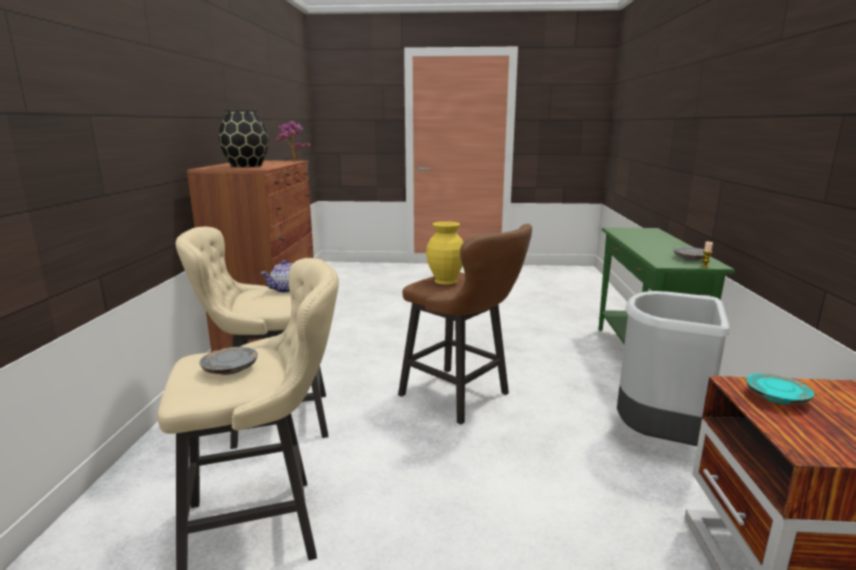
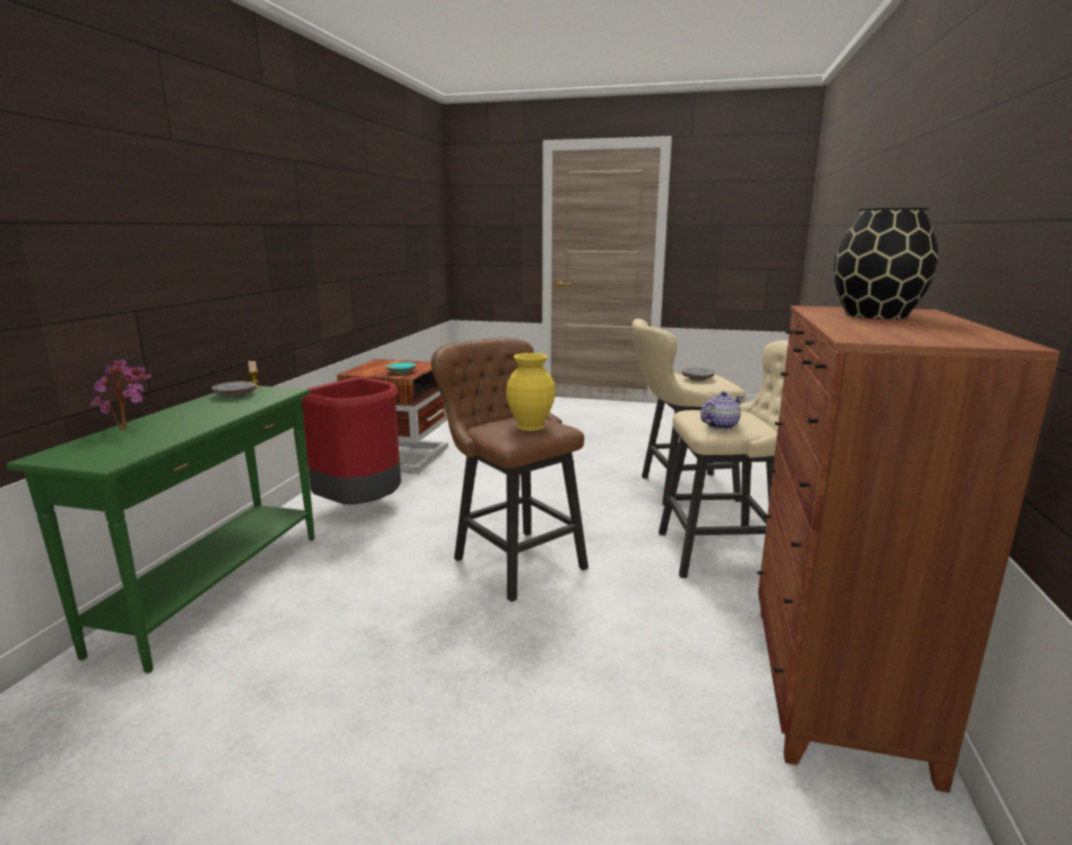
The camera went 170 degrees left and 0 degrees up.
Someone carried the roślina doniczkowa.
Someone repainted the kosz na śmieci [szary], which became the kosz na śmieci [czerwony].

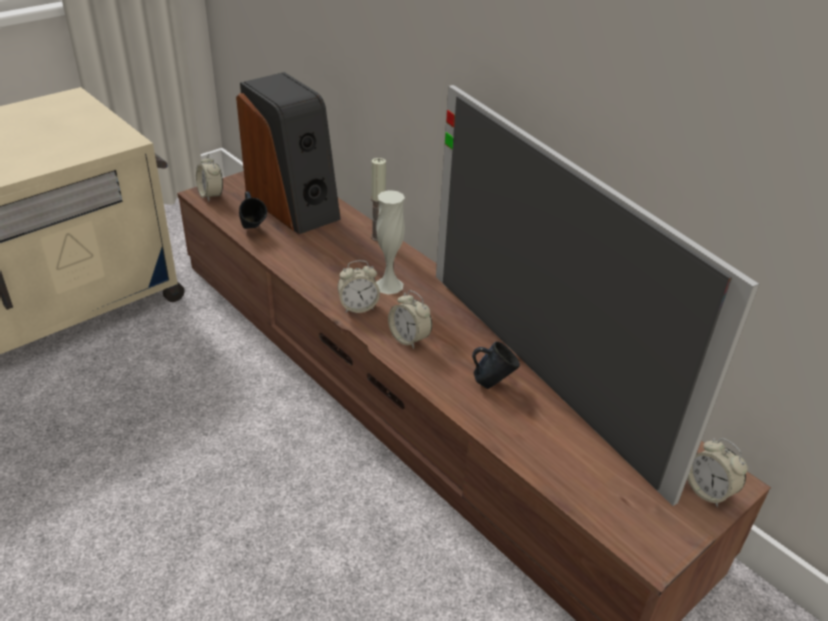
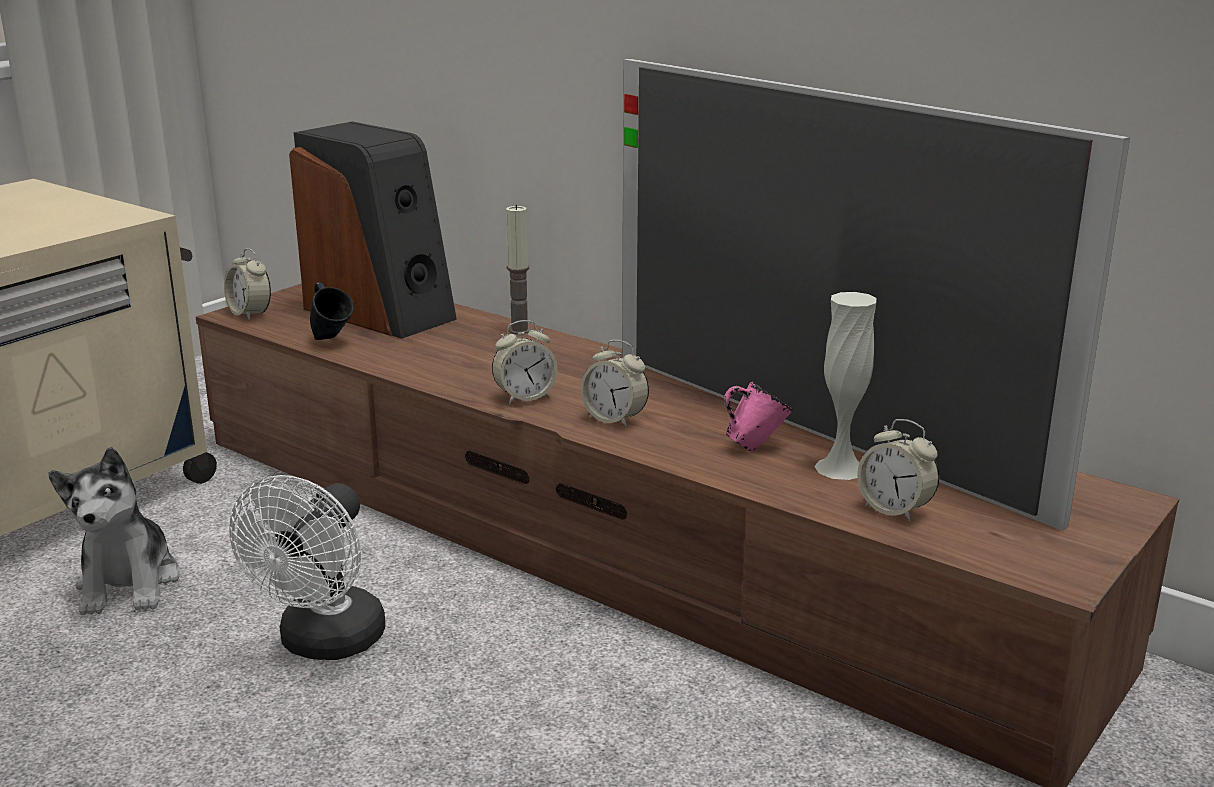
The camera went 10 degrees left and 15 degrees down.
Someone carried the wazon [biały].
Someone repainted the kubek [niebieski] (no. 2 from left), which became the kubek [różowy].
Someone carried the budzik (no. 4 from left).
Someone put down the pluszak.
Someone put down the wentylator [biały].

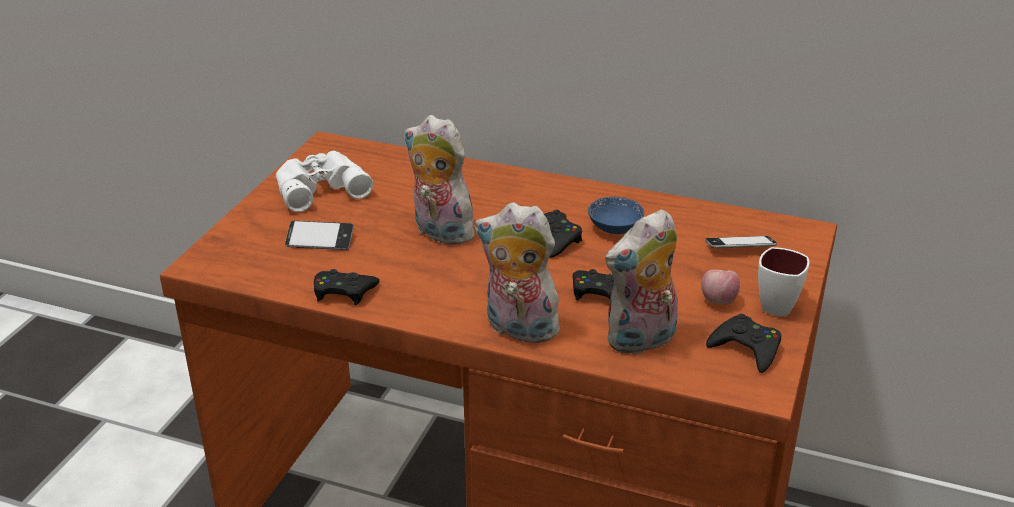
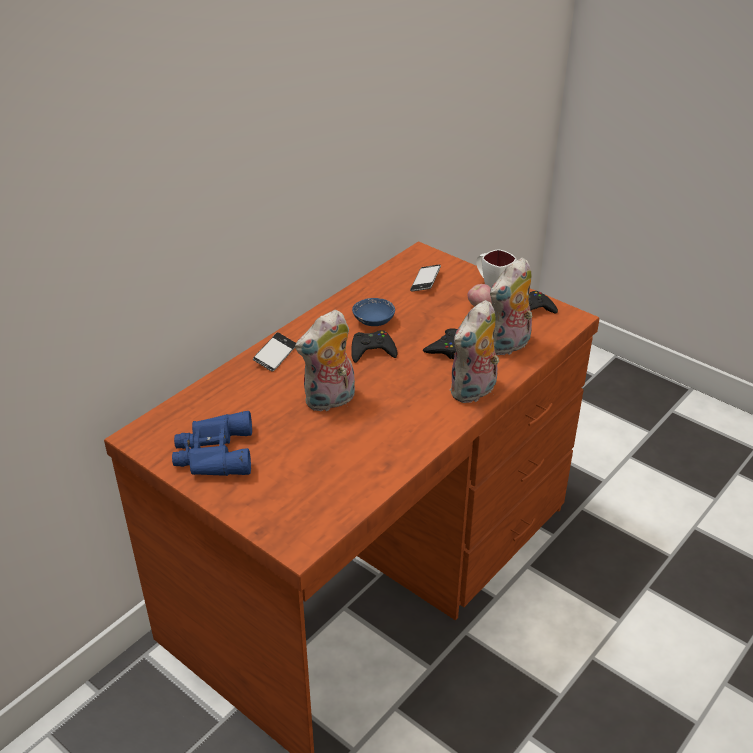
The camera went 70 degrees left and 5 degrees up.
Someone repainted the lornetka [biały], which became the lornetka [niebieski].
Someone rotated the pluszak (no. 3 from left) by 60 degrees clockwise.
Someone carried the telefon (no. 1 from left).
Someone took away the pad do gier [czarny] (no. 1 from left).

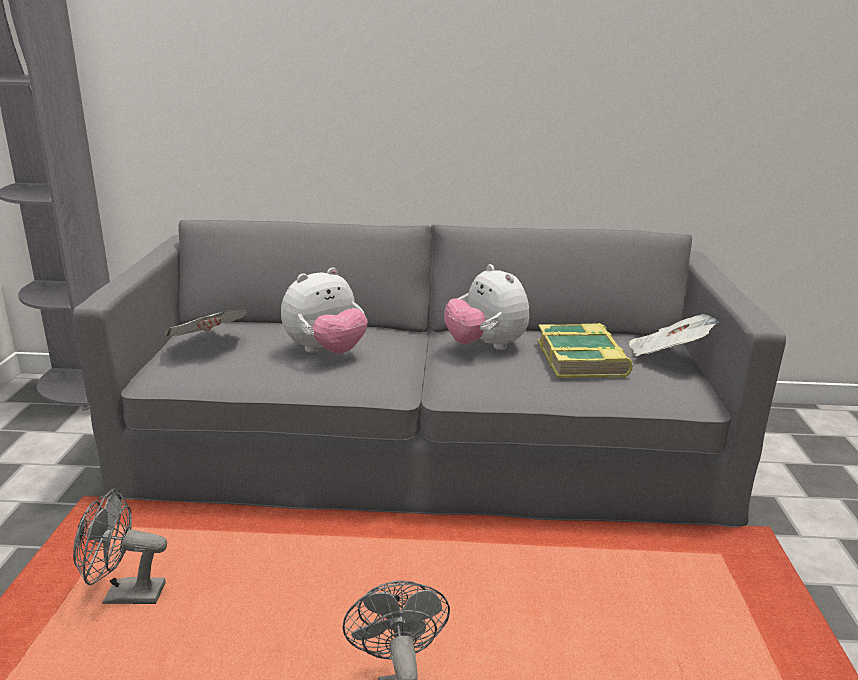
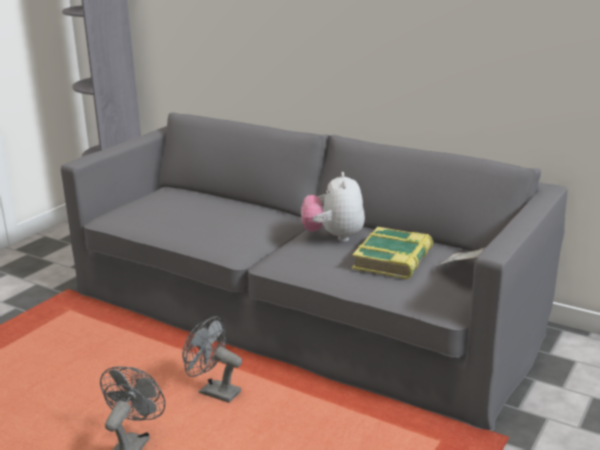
The camera went 30 degrees right and 0 degrees up.
Someone took away the pluszak (no. 1 from left).
Someone took away the gazeta (no. 1 from left).
Someone carried the wentylator [szary] (no. 1 from left in the first image).

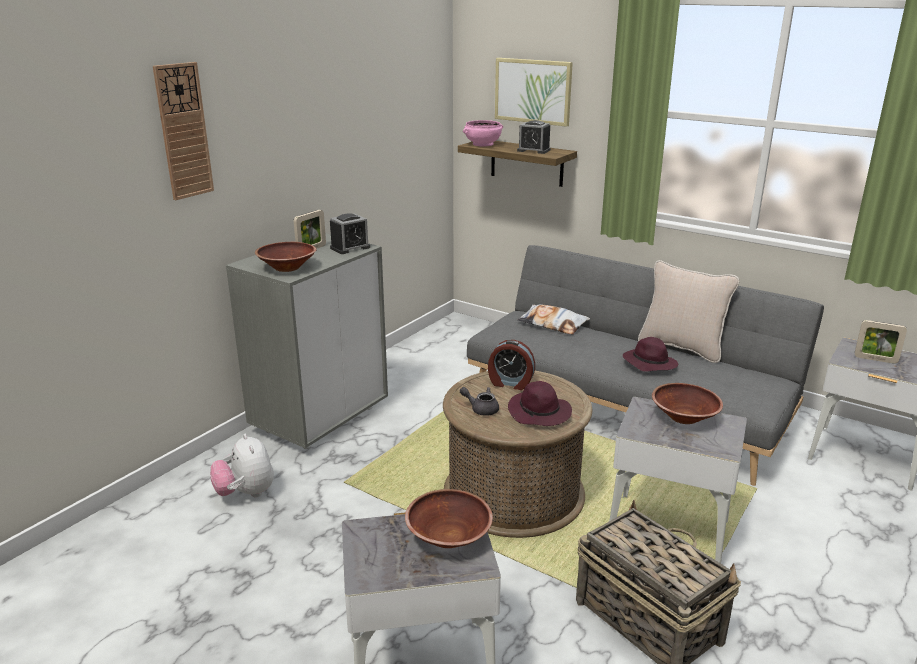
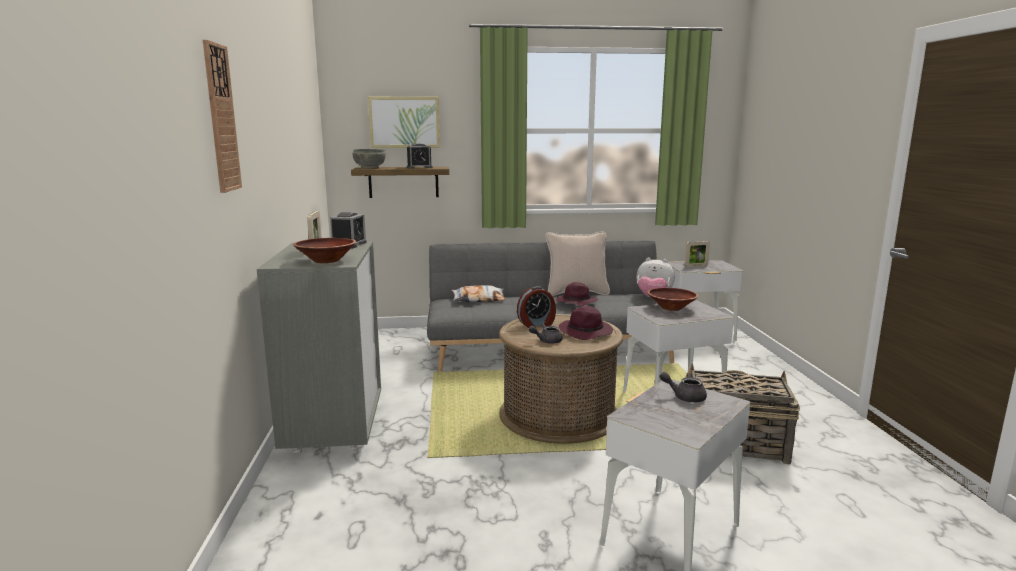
The camera went 40 degrees left and 10 degrees down.
Someone repainted the miska [różowy], which became the miska [szary].
Someone carried the pluszak.
Someone swapped the miska [brązowy] (no. 2 from left) for the imbryk [szary] (no. 2 from left).

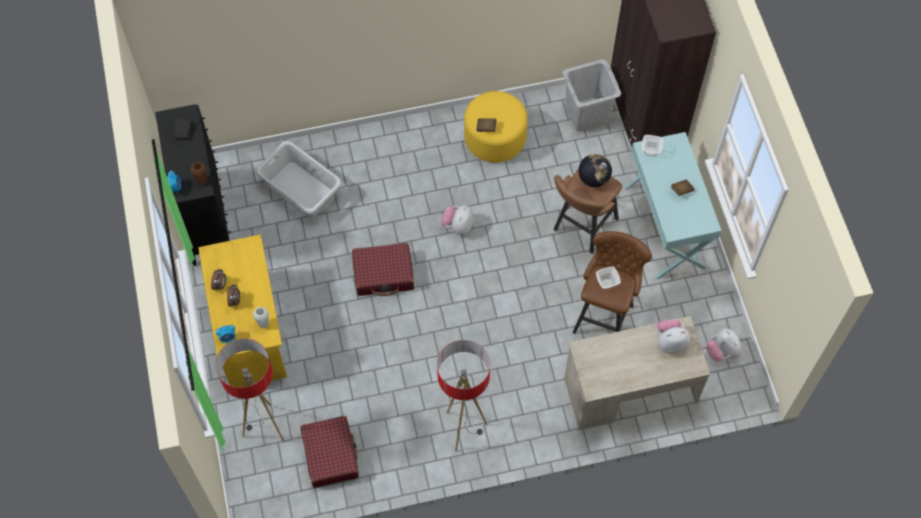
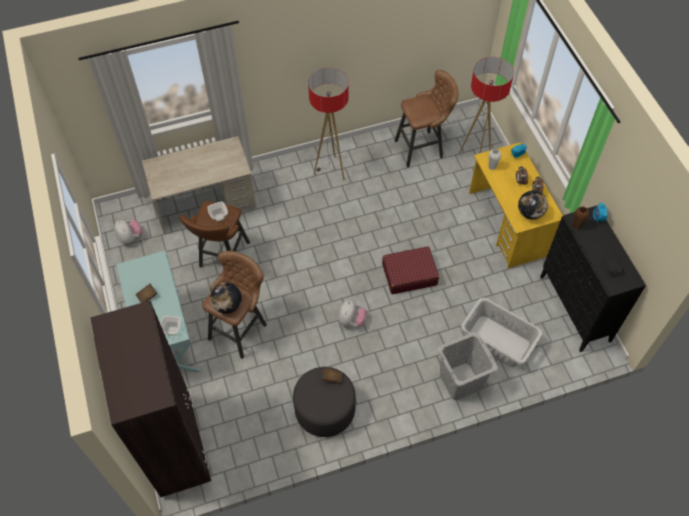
The camera went 175 degrees right and 5 degrees down.
Someone carried the kosz na pranie [szary] (no. 2 from left in the first image).
Someone repainted the pufa [żółty], which became the pufa [szary].
Someone took away the pluszak (no. 2 from left).
Someone swapped the walizka [czerwony] (no. 1 from left) for the stołek [brązowy] (no. 3 from left).
Someone put down the globus (no. 2 from left).

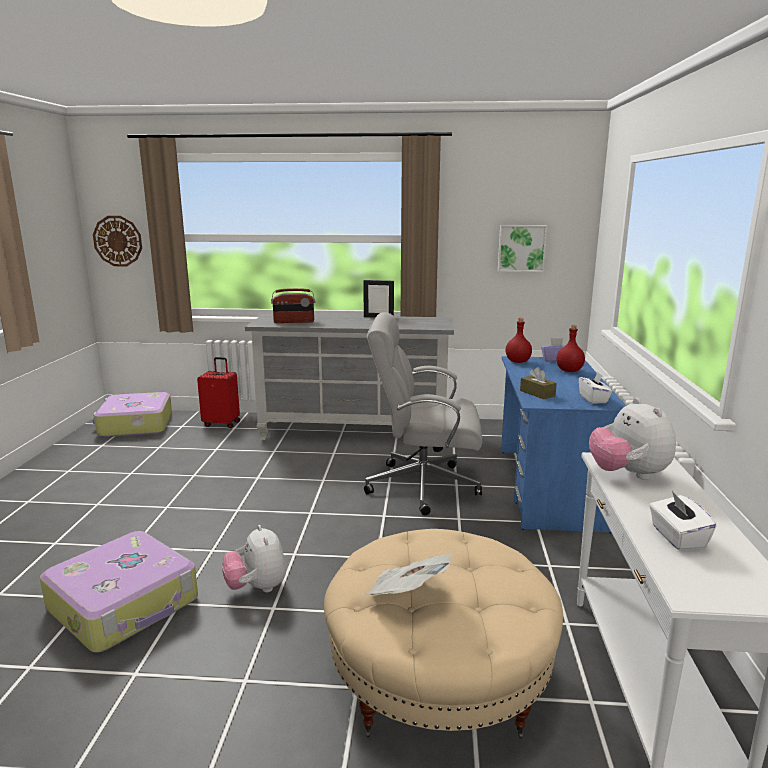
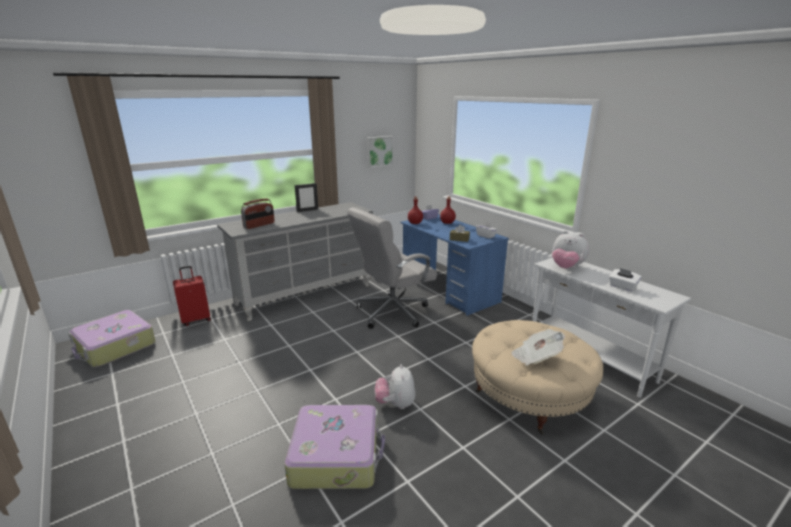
The camera went 40 degrees left and 5 degrees up.
Someone took away the zegar ścienny.
Someone rotated the pluszak (no. 1 from left) by 60 degrees clockwise.

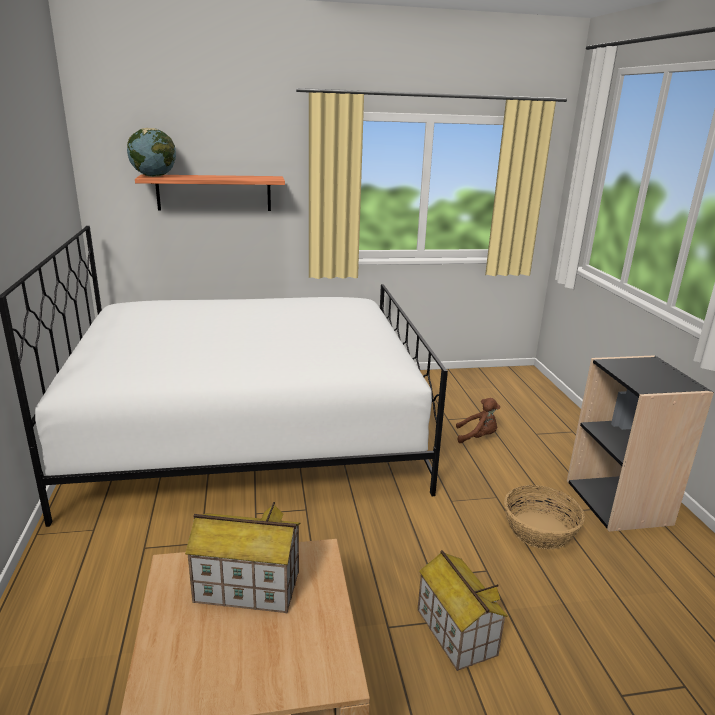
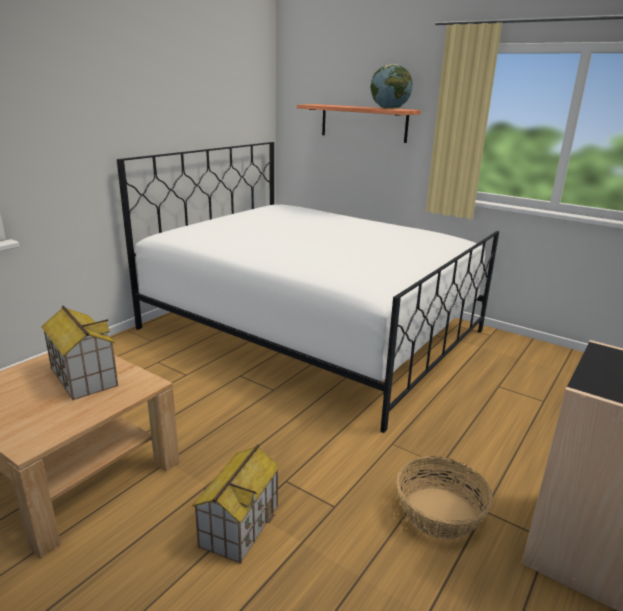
The camera went 45 degrees right and 0 degrees up.
Someone carried the globus.
Someone took away the pluszak [brązowy].

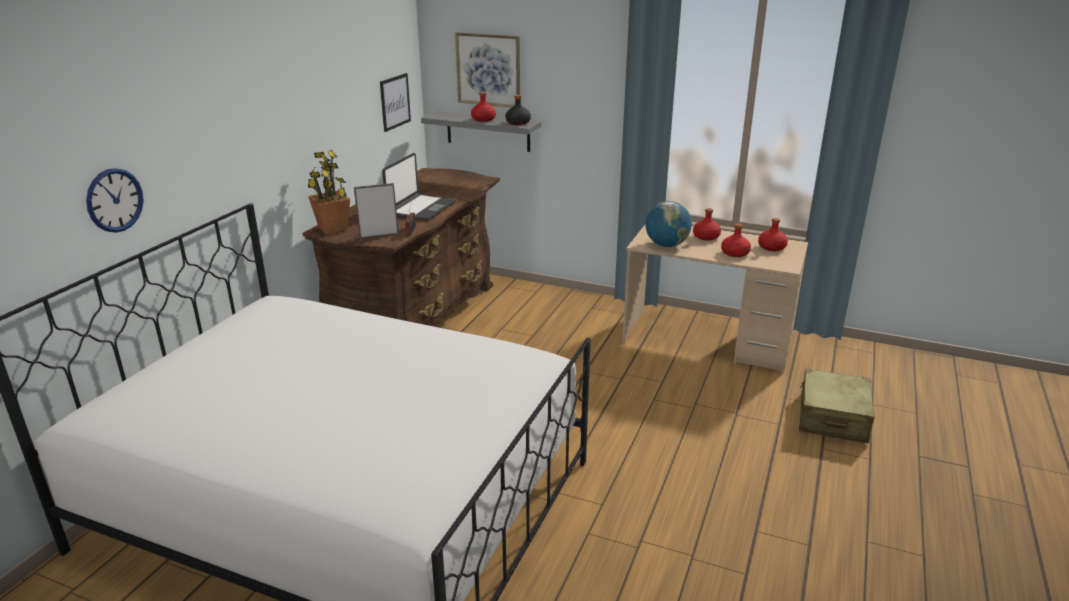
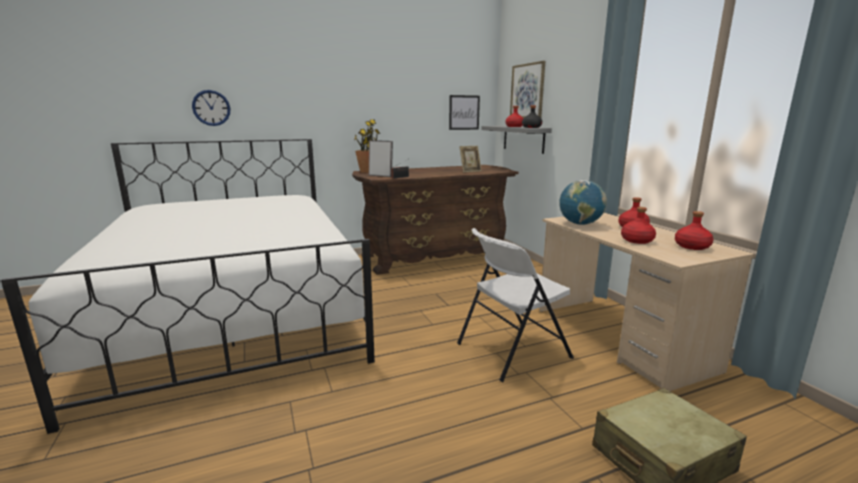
The camera went 45 degrees right and 10 degrees down.
Someone took away the laptop.
Someone put down the ramka na zdjęcie (no. 2 from left).
Someone put down the krzesło [biały].

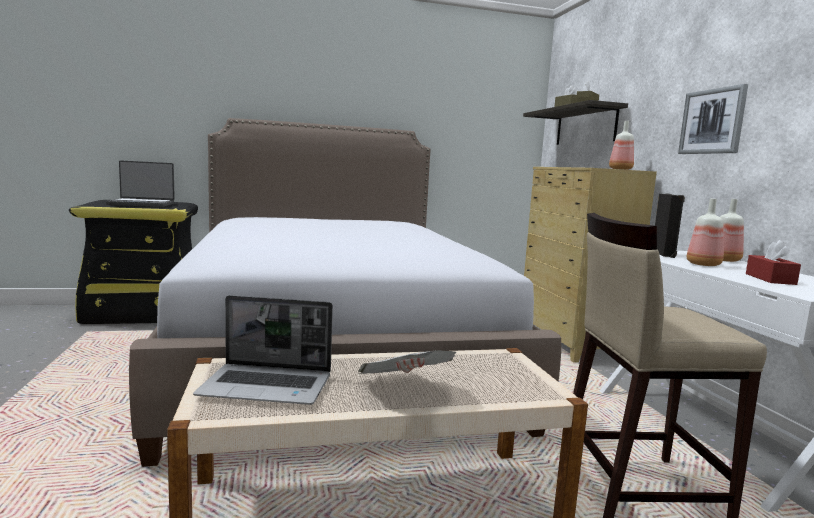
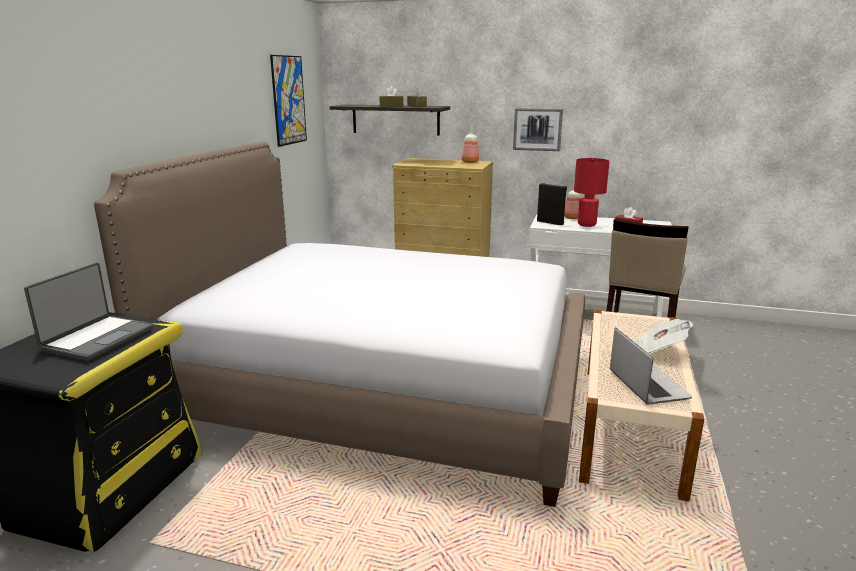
The camera went 60 degrees left and 10 degrees up.
Someone swapped the butelka (no. 2 from left) for the lampa stołowa [czerwony].
Someone rotated the laptop (no. 2 from left) by 45 degrees counterclockwise.
Someone put up the obraz (no. 1 from left).

